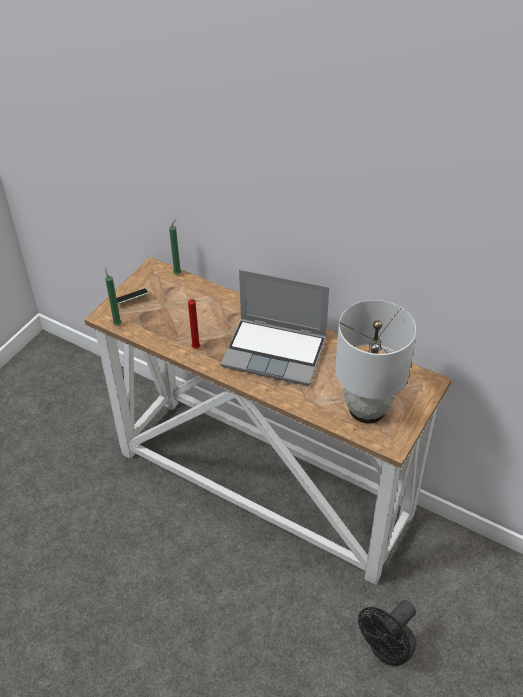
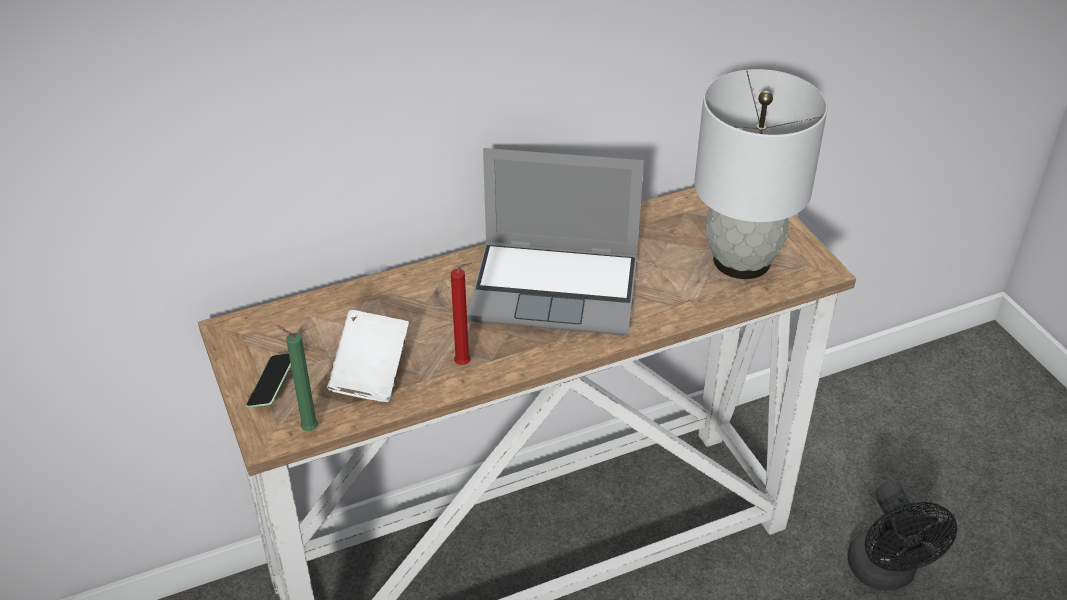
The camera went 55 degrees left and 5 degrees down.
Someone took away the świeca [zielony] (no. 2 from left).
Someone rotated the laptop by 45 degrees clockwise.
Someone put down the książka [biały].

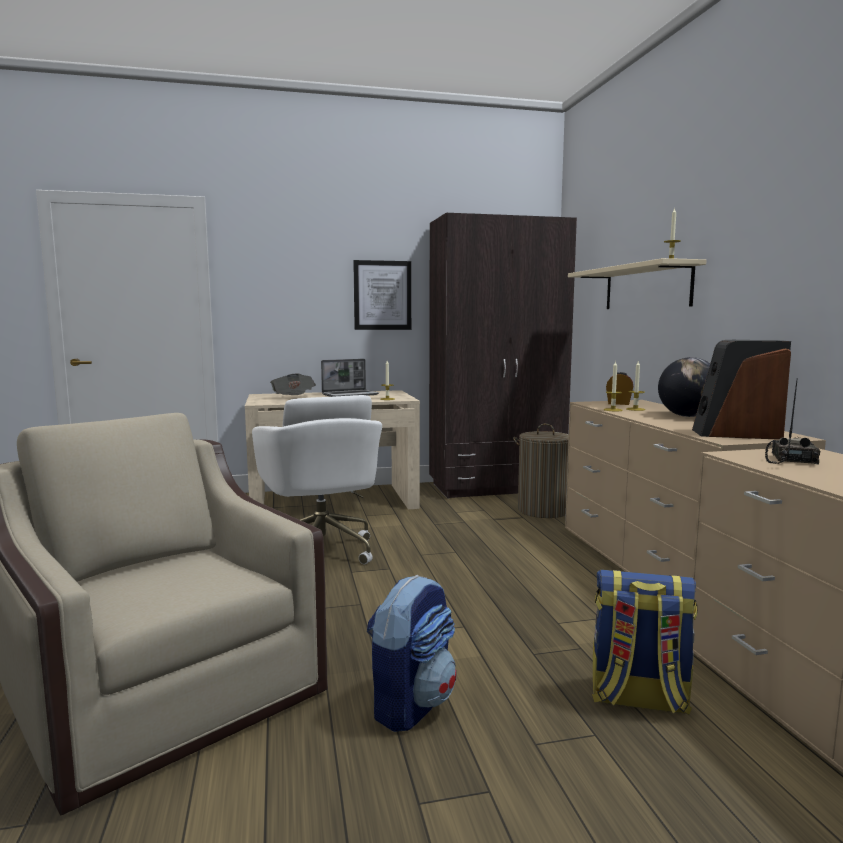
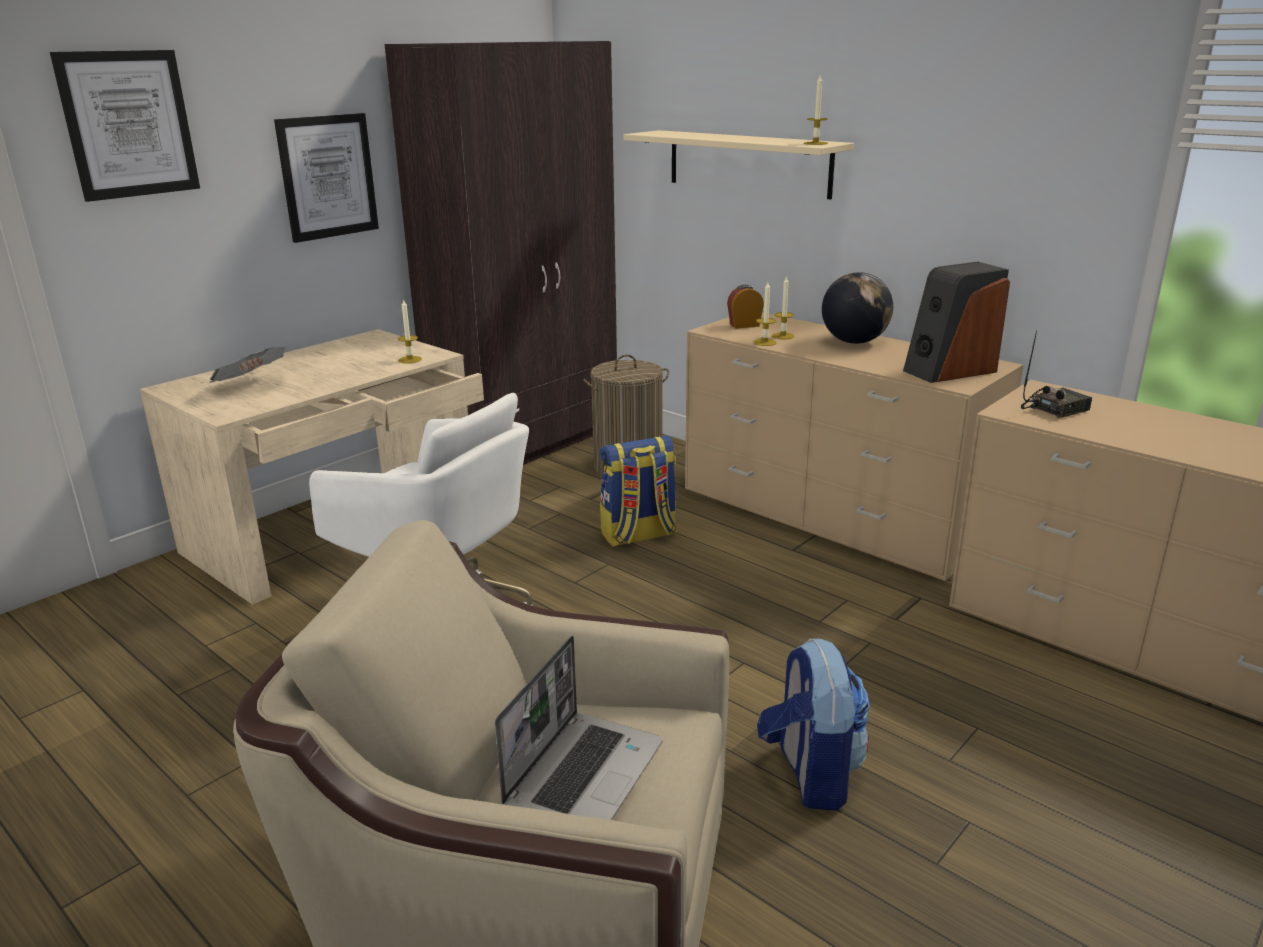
The camera went 35 degrees left and 15 degrees up.
Someone carried the laptop.
Someone rotated the radio by 75 degrees clockwise.
Someone carried the plecak (no. 2 from left in the first image).
Someone put up the obraz (no. 1 from left).

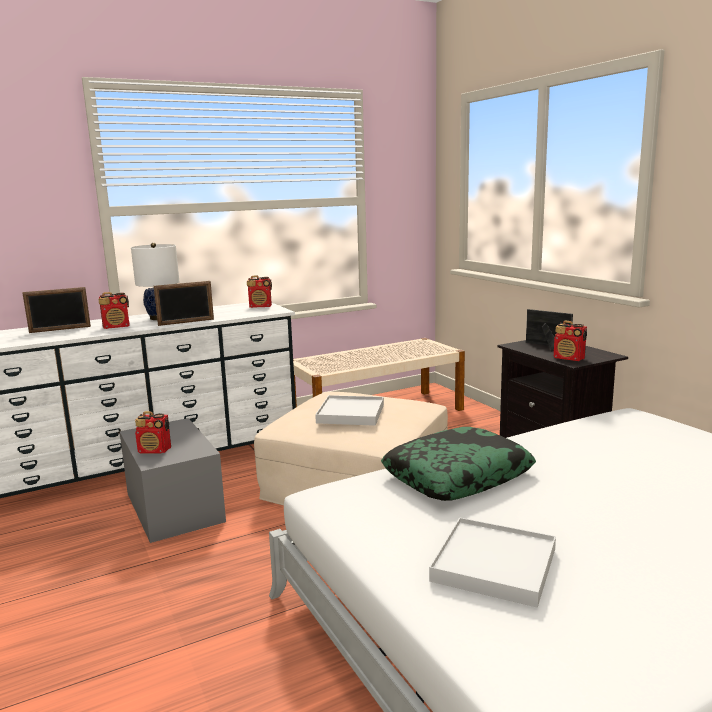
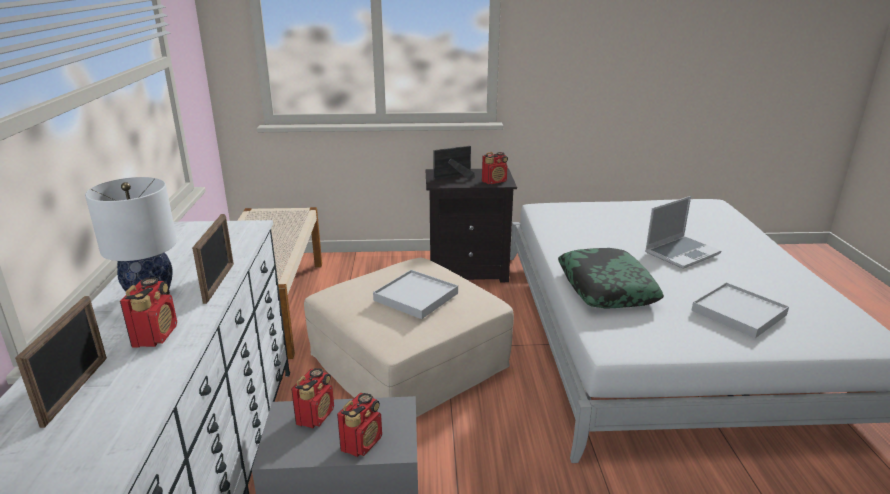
The camera went 65 degrees left and 10 degrees up.
Someone carried the radio (no. 3 from left in the first image).
Someone put down the laptop.

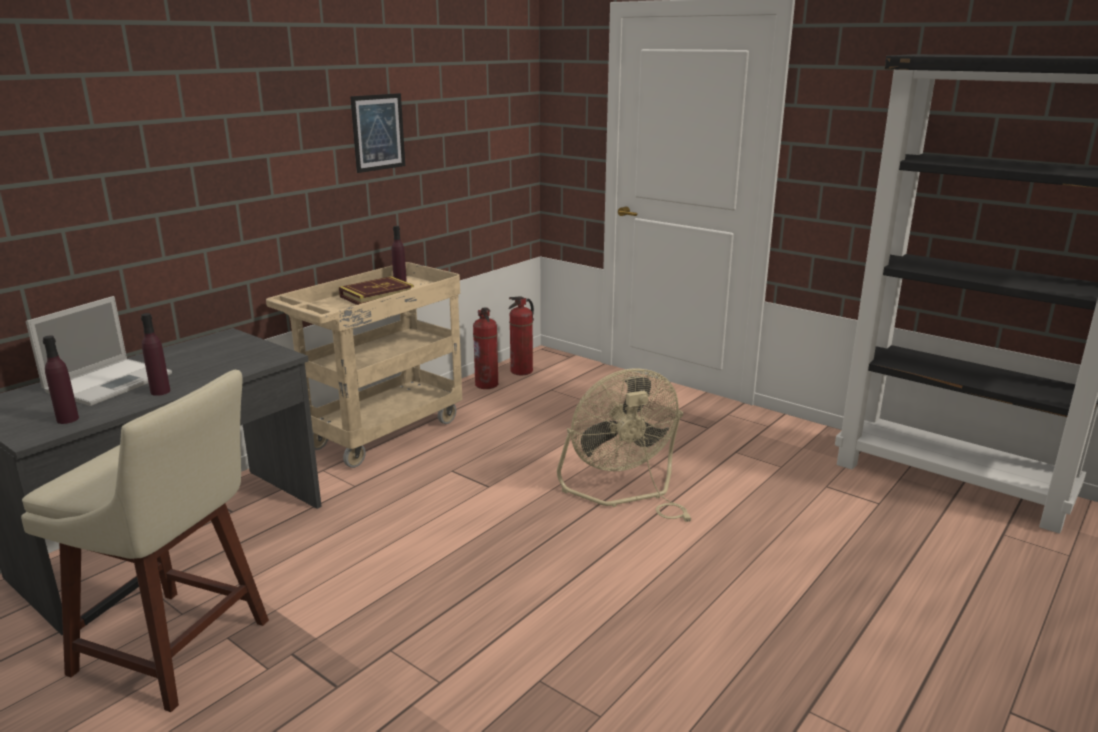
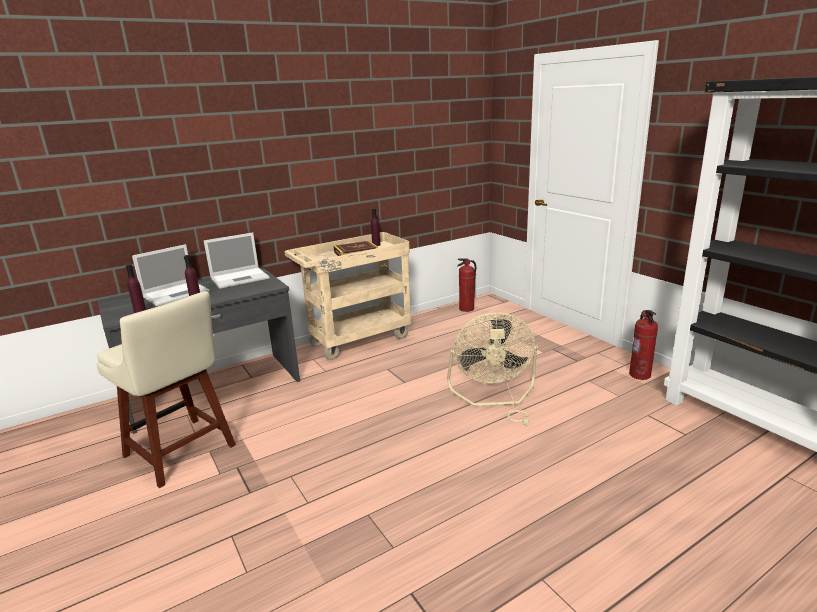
The camera went 20 degrees right and 0 degrees up.
Someone took away the obraz.
Someone carried the gaśnica (no. 1 from left in the first image).
Someone put down the laptop (no. 2 from left).

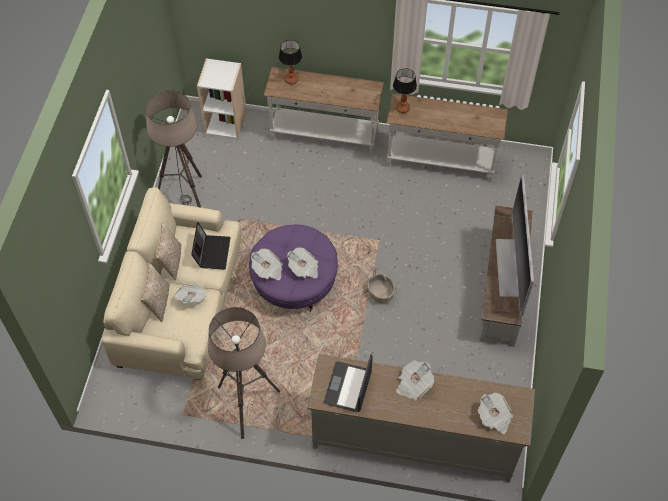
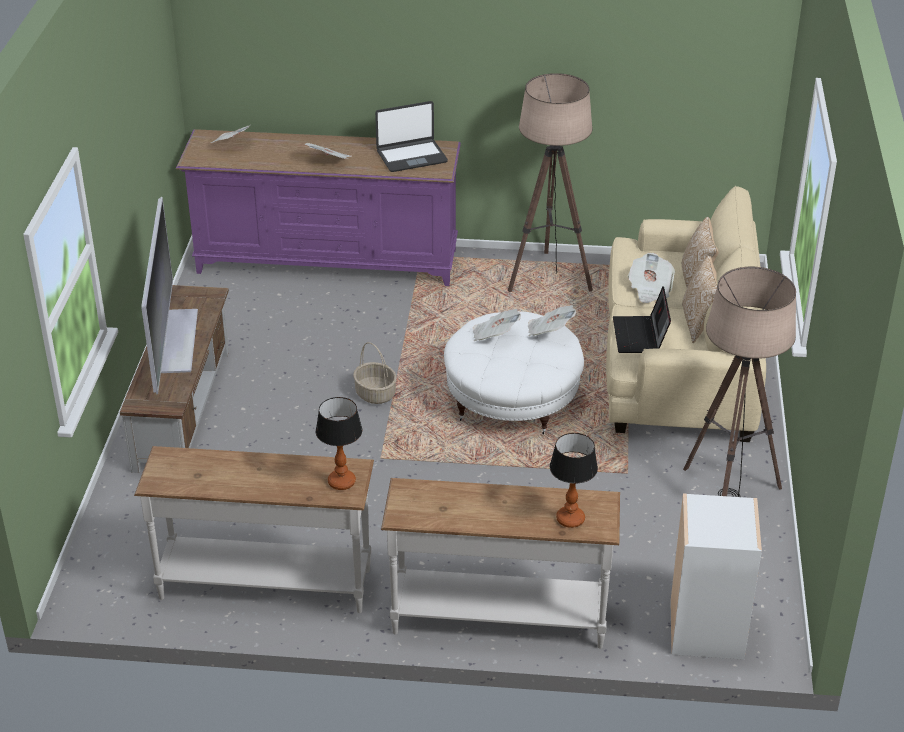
The camera went 175 degrees right and 20 degrees down.
Someone repainted the pufa [fioletowy], which became the pufa [biały].
Someone repainted the szafka [szary], which became the szafka [fioletowy].
Someone rotated the laptop (no. 2 from left in the first image) by 60 degrees clockwise.

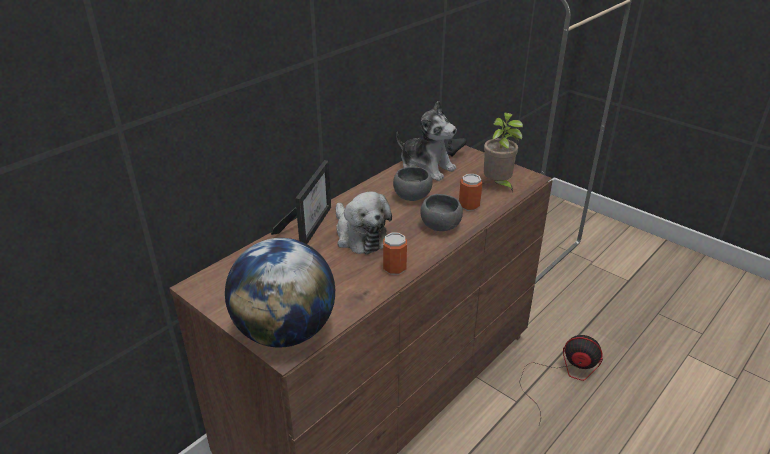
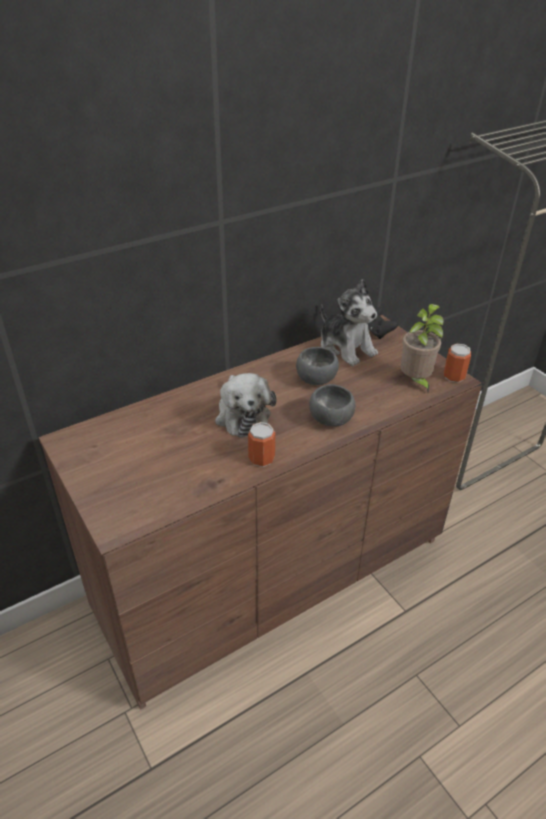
The camera went 15 degrees right and 5 degrees up.
Someone took away the ramka na zdjęcie.
Someone carried the puszka (no. 2 from left).
Someone took away the globus.
Someone took away the wentylator.

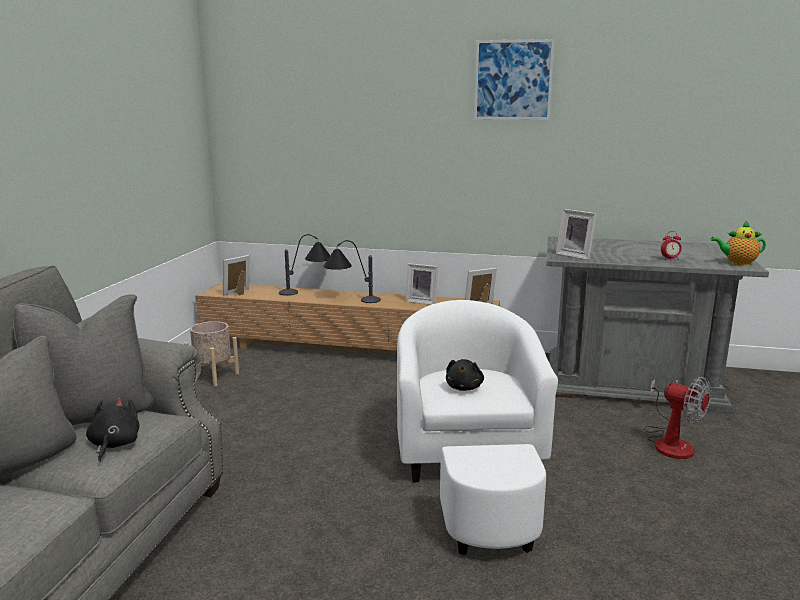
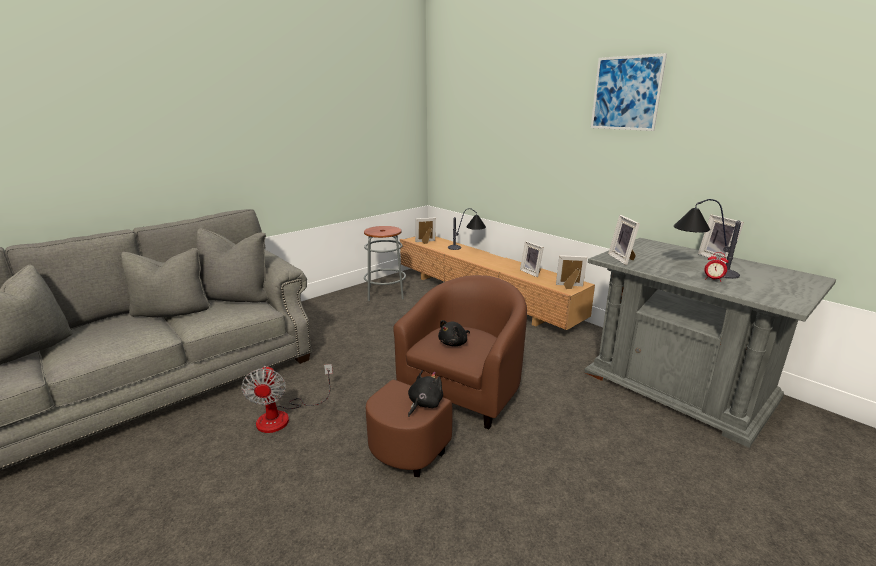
The camera went 35 degrees right and 5 degrees up.
Someone took away the imbryk.
Someone carried the lampa stołowa (no. 2 from left).
Someone repainted the fotel [biały], which became the fotel [brązowy].
Someone swapped the donica [beżowy] for the stołek [szary].
Someone carried the wentylator.
Someone carried the pluszak [czarny] (no. 1 from left).
Someone put down the ramka na zdjęcie (no. 5 from left).

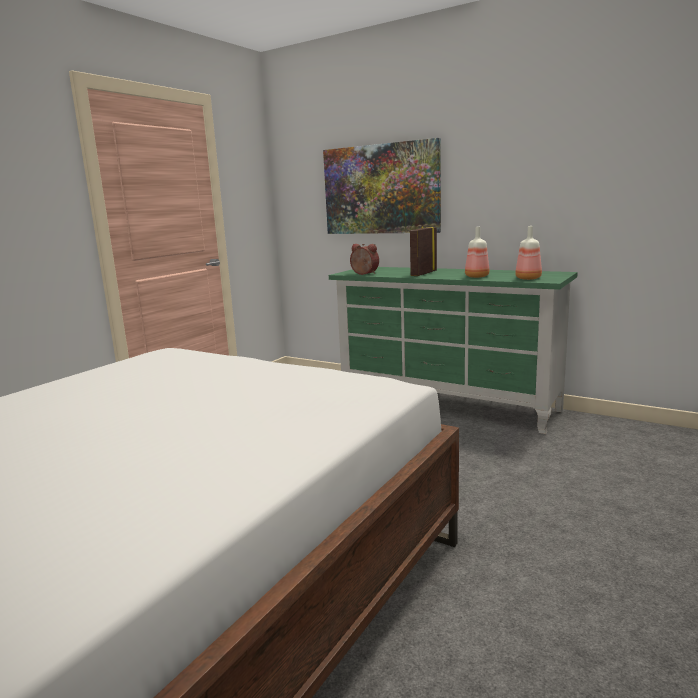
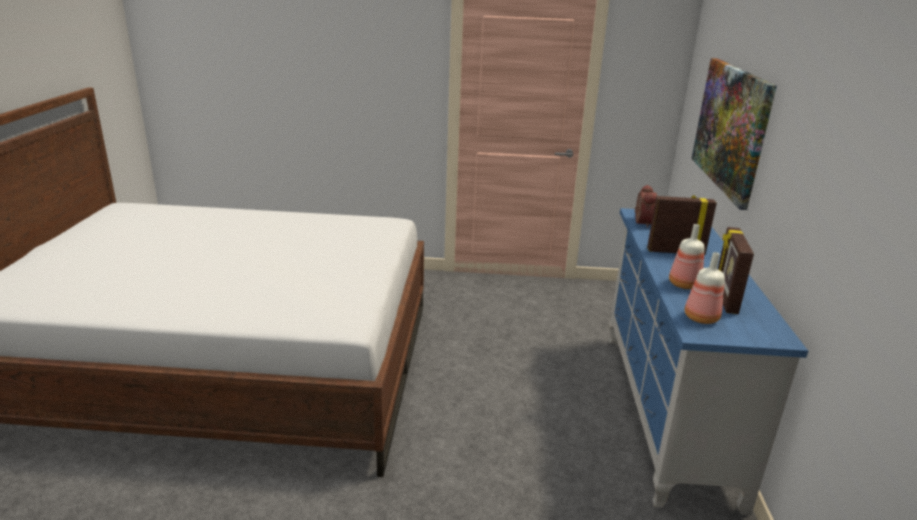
The camera went 60 degrees right and 10 degrees up.
Someone repainted the komoda [zielony], which became the komoda [niebieski].
Someone put down the ramka na zdjęcie (no. 2 from left).

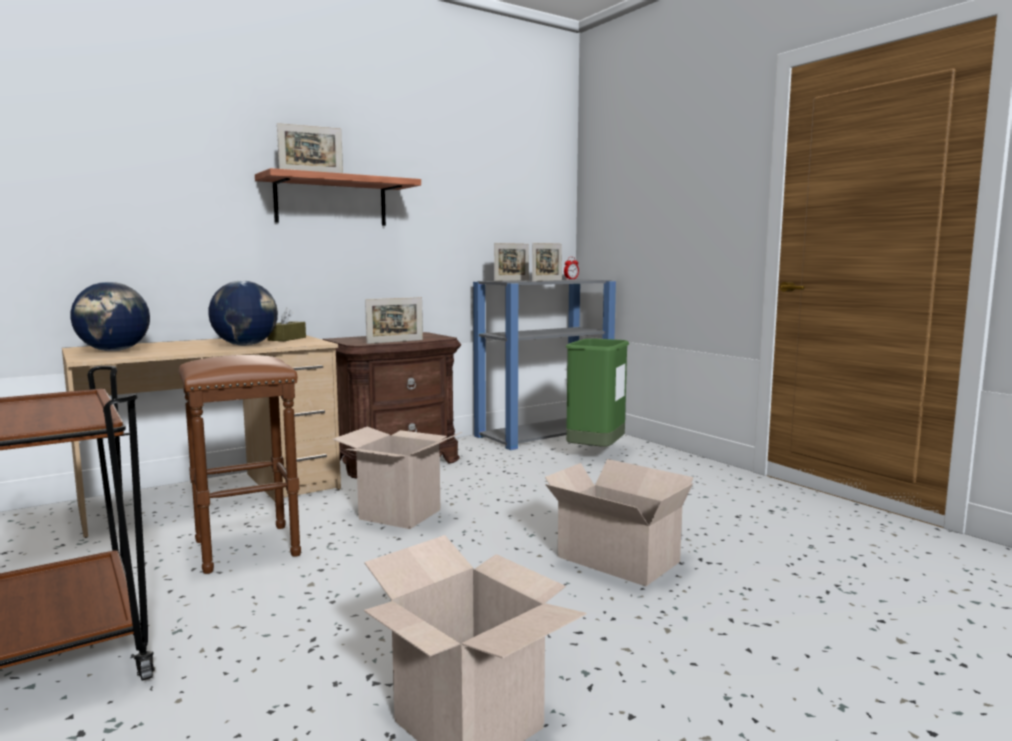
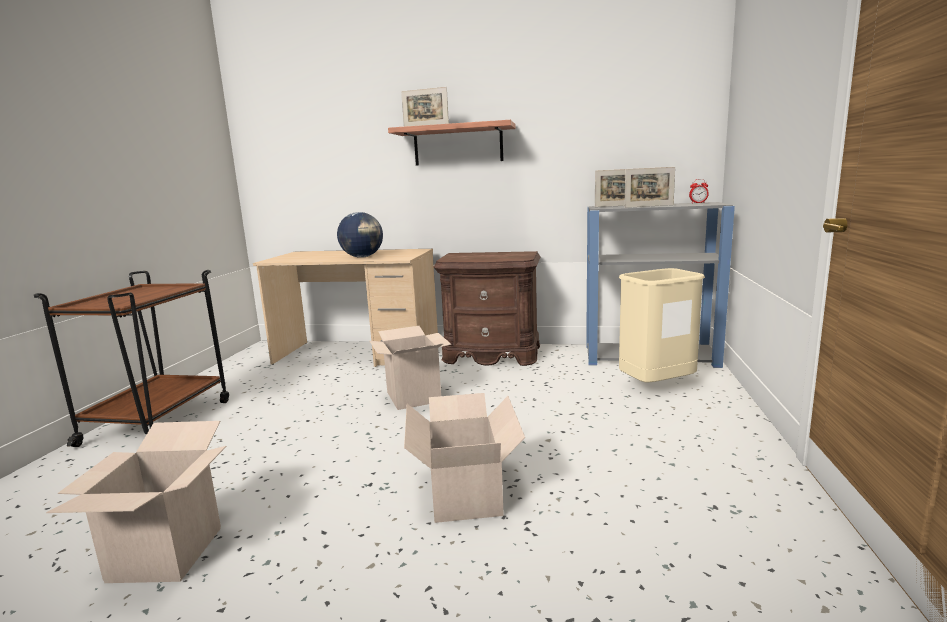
The camera went 45 degrees right and 5 degrees up.
Someone took away the globus (no. 1 from left).
Someone took away the ramka na zdjęcie (no. 2 from left).
Someone took away the pudełko chusteczek [brązowy].
Someone repainted the kosz na śmieci [zielony], which became the kosz na śmieci [beżowy].
Someone took away the stołek [brązowy].

